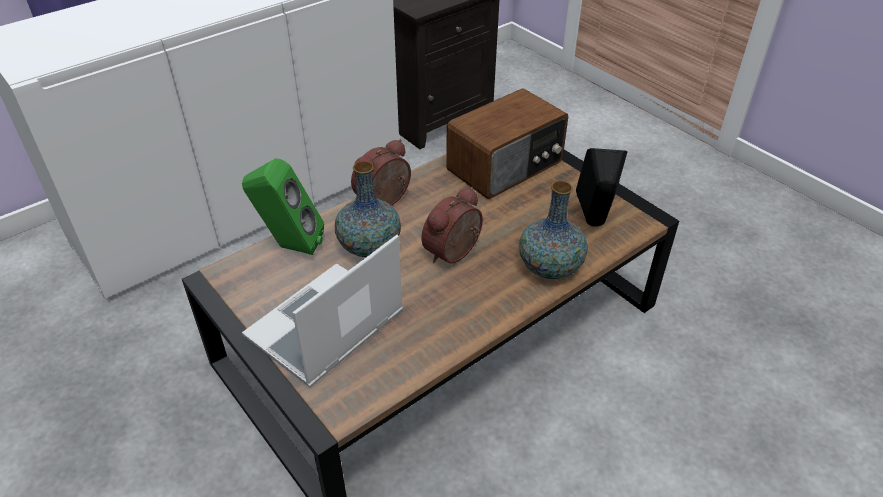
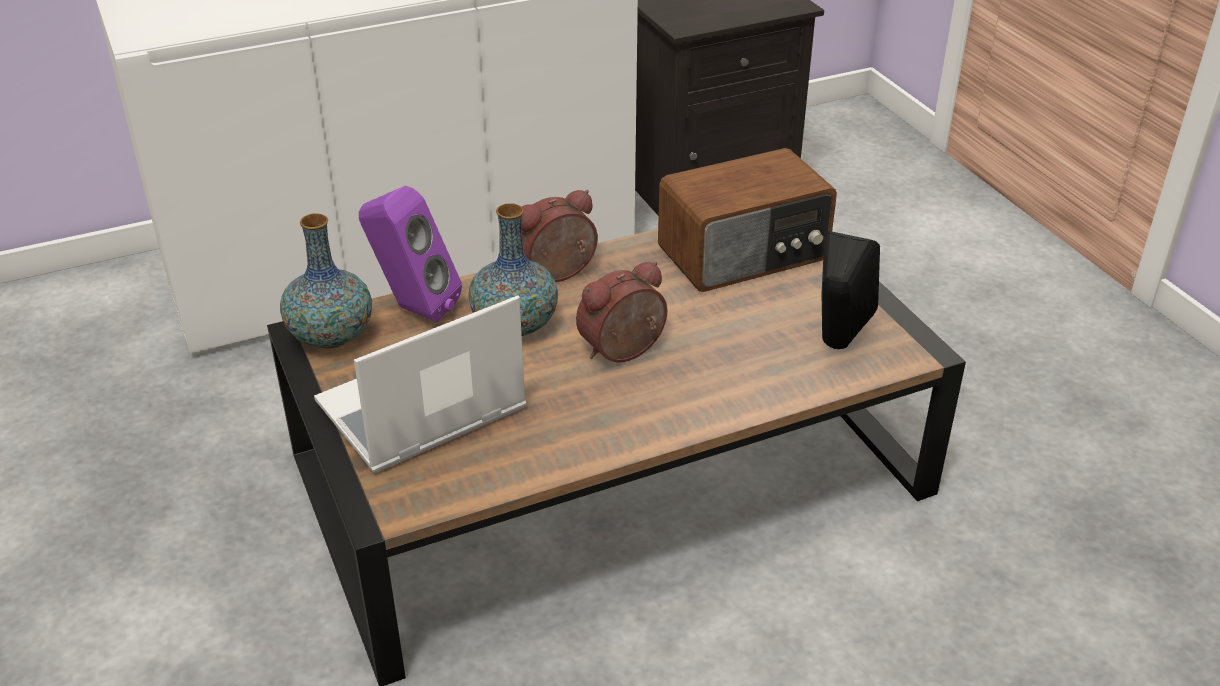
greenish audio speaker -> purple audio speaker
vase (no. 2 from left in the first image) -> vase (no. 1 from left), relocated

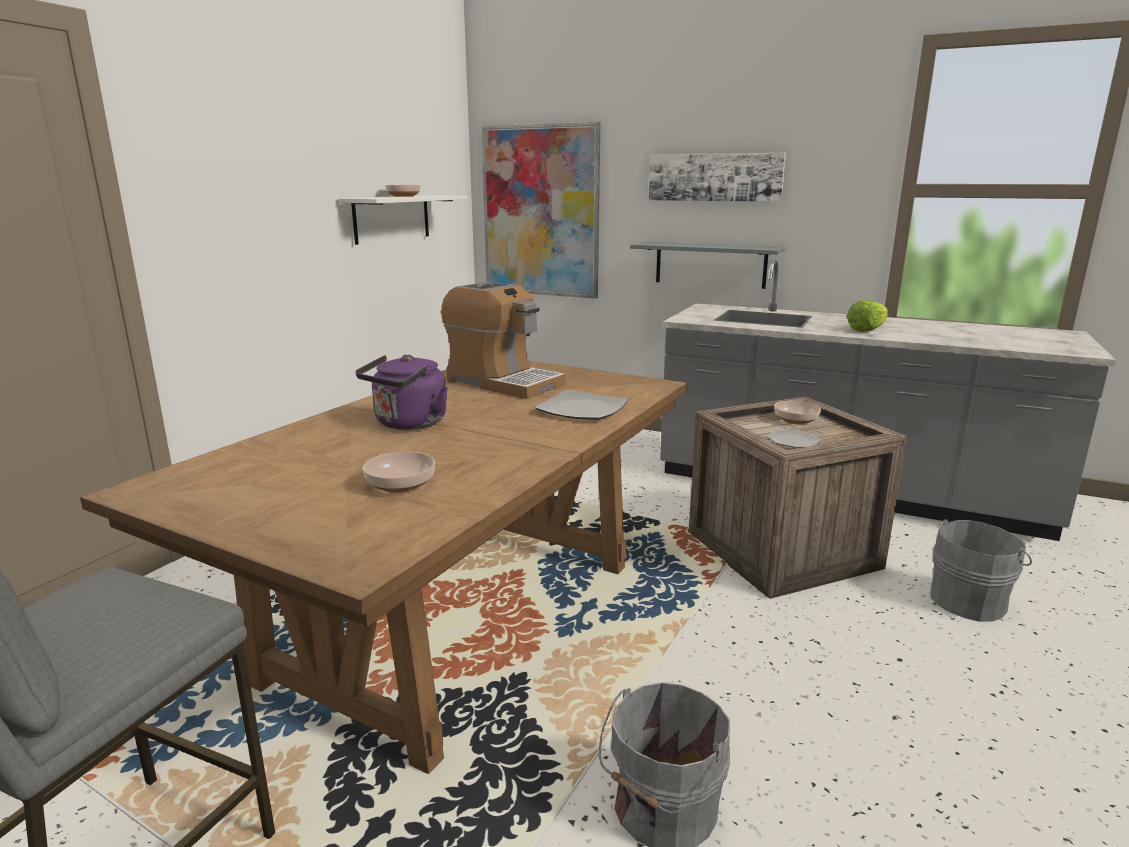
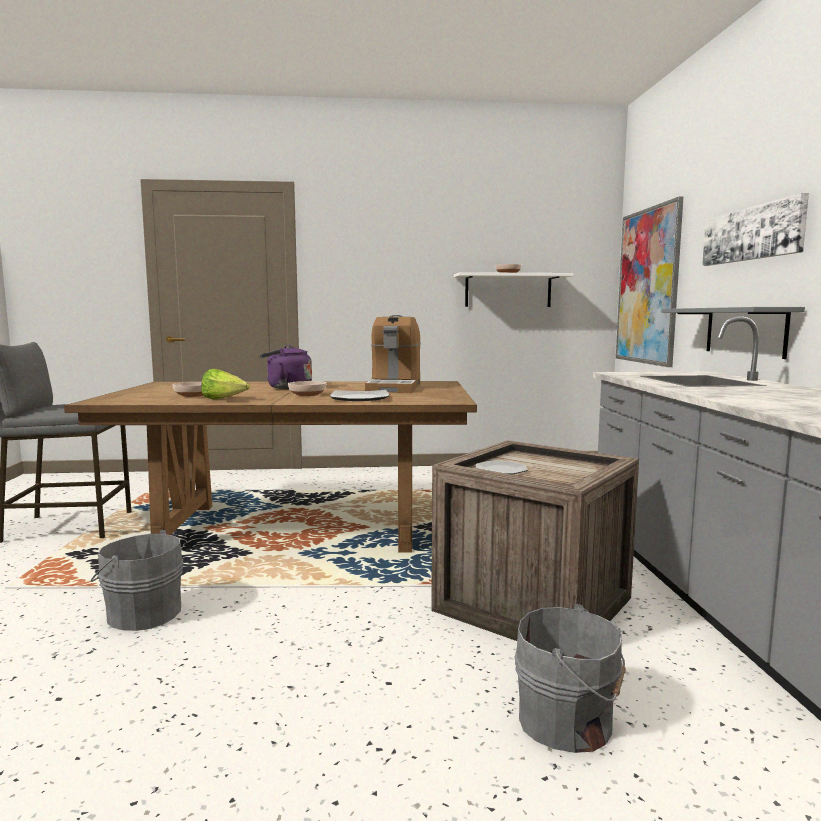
bowl (no. 3 from left in the first image) -> bowl (no. 2 from left), relocated
lettuce head, relocated

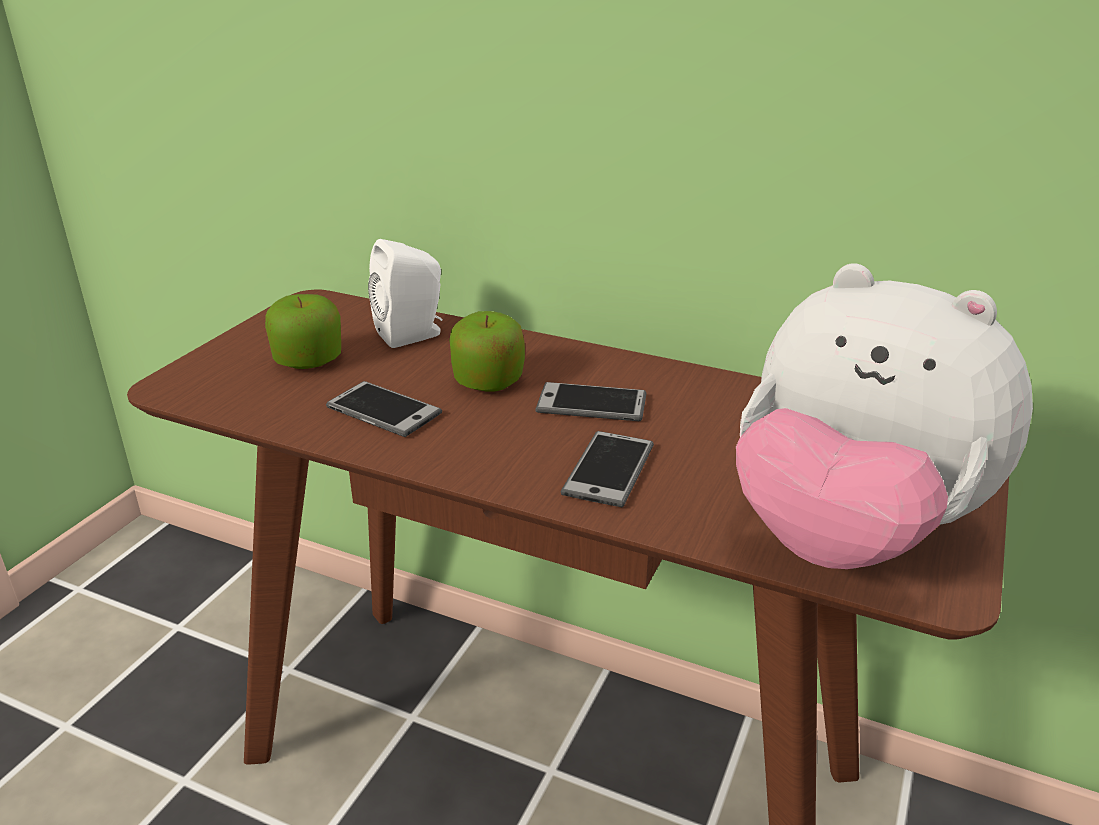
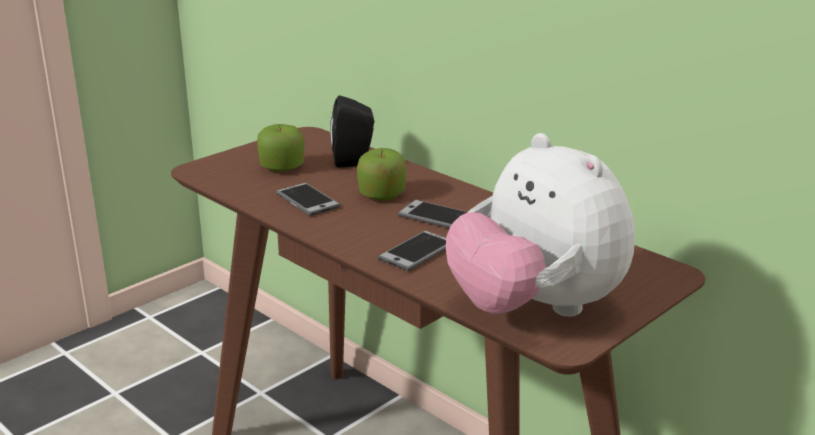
white audio speaker -> blackish audio speaker

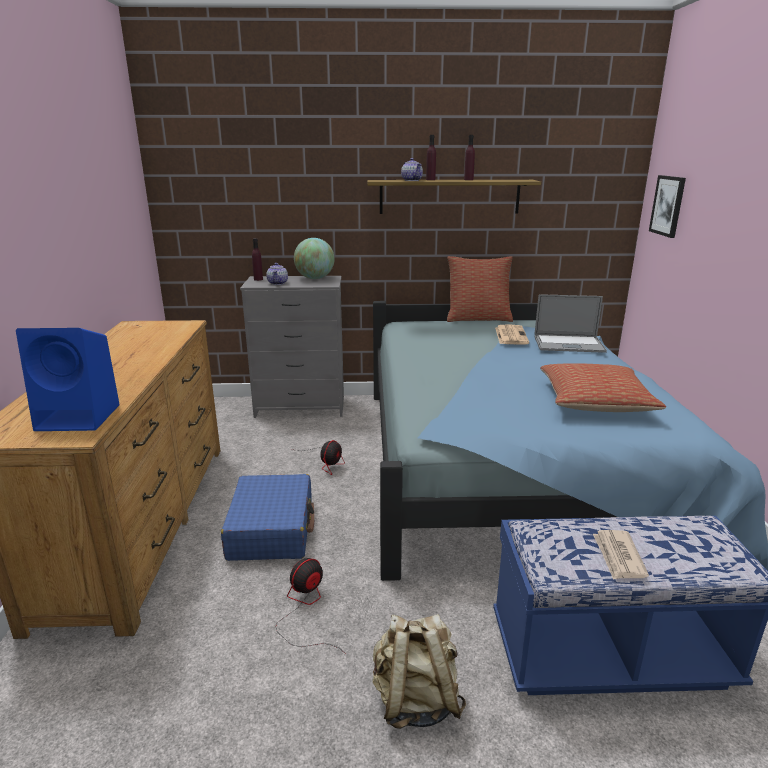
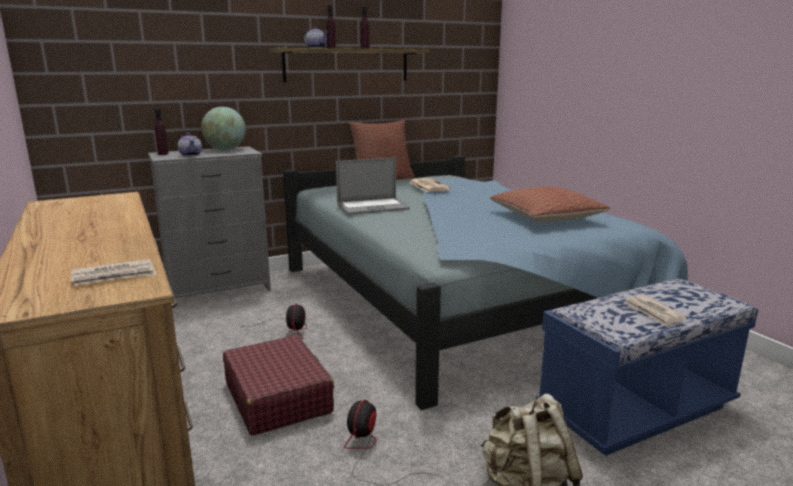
blue audio speaker -> daily paper (no. 1 from left)
blue travel case -> reddish travel case
notebook computer, relocated
picture -> none

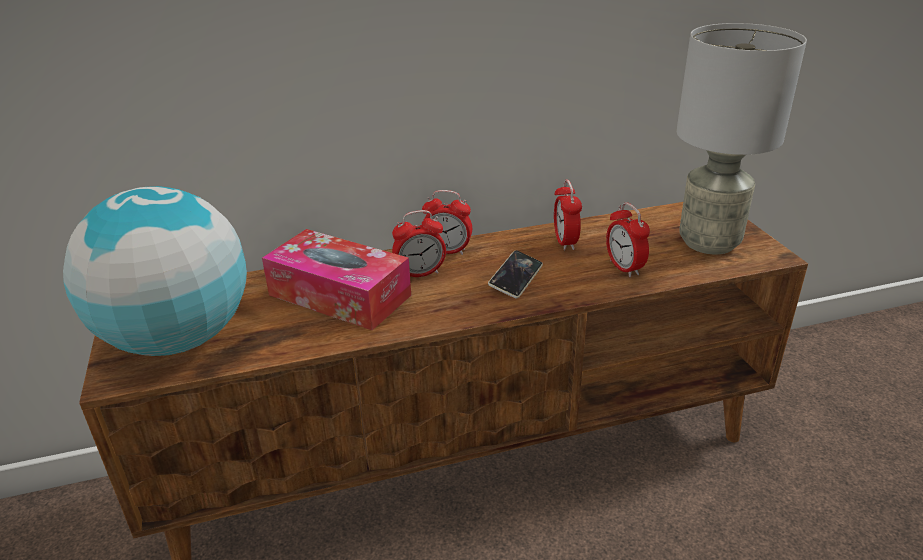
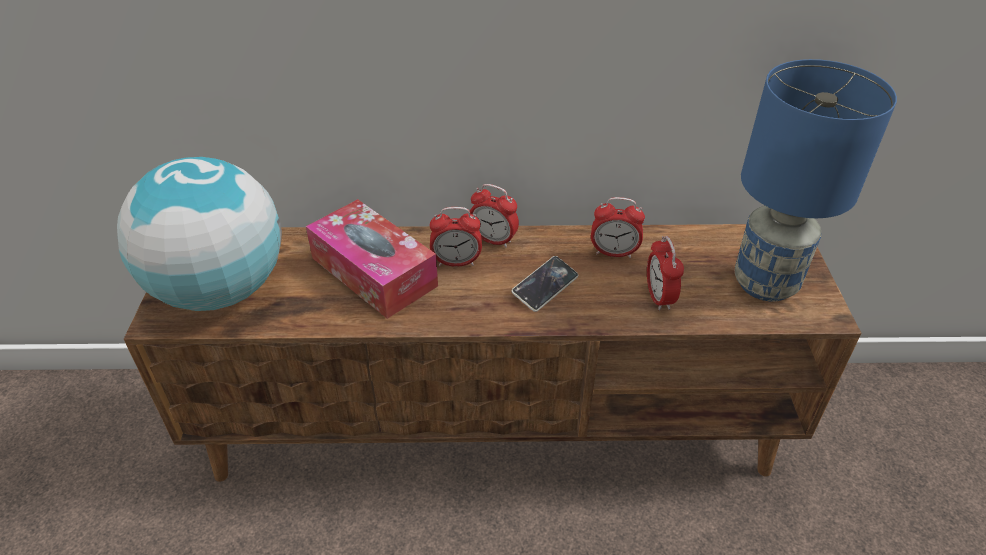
table clock (no. 3 from left), 90 degrees counterclockwise
grey lamp for a table -> blue lamp for a table

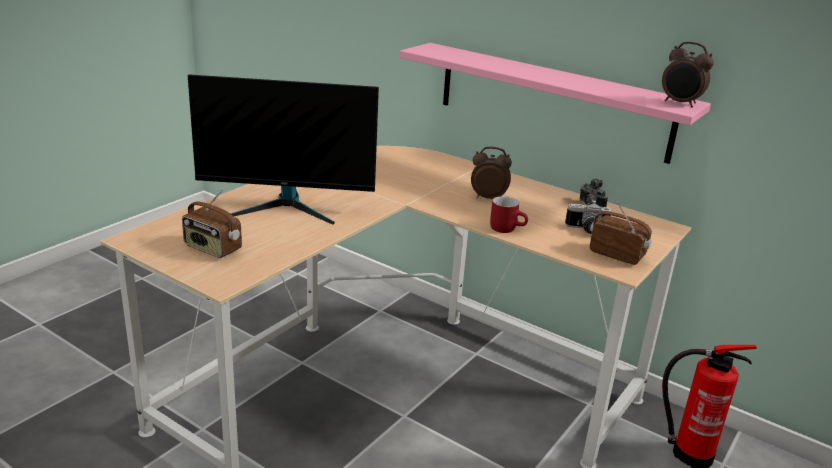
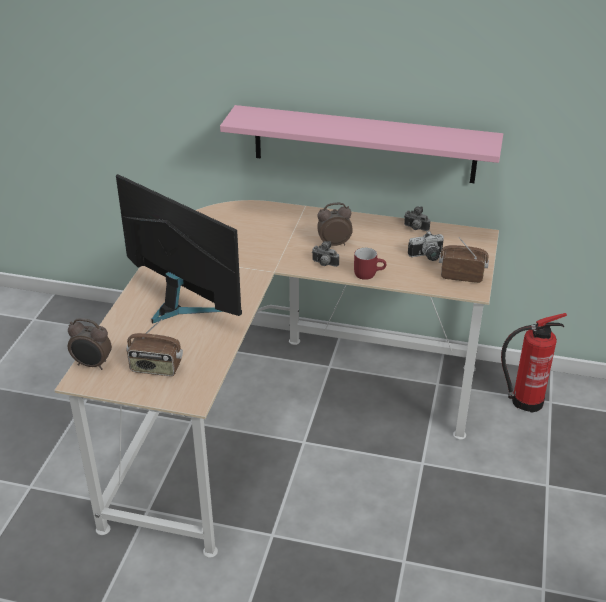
computer display, 120 degrees counterclockwise
table clock (no. 2 from left in the first image) -> table clock (no. 1 from left), relocated
none -> still camera (no. 1 from left)

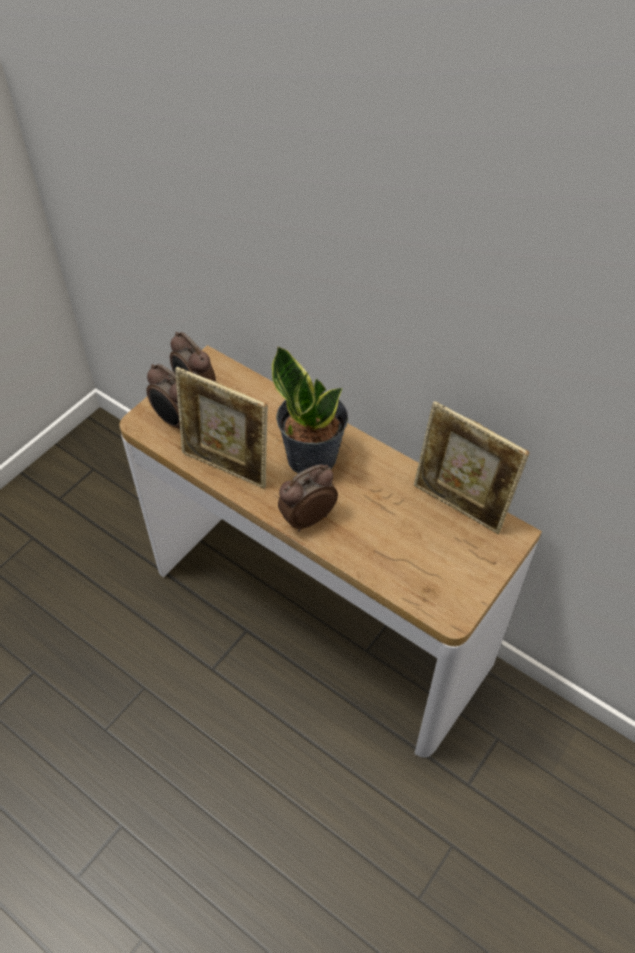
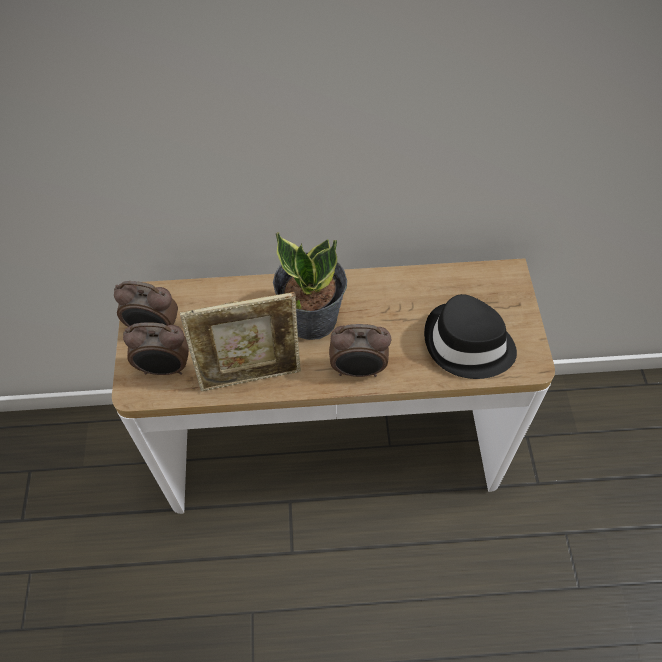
table clock (no. 3 from left), 105 degrees counterclockwise
standing frame (no. 2 from left) -> none
none -> blackish clothing hat

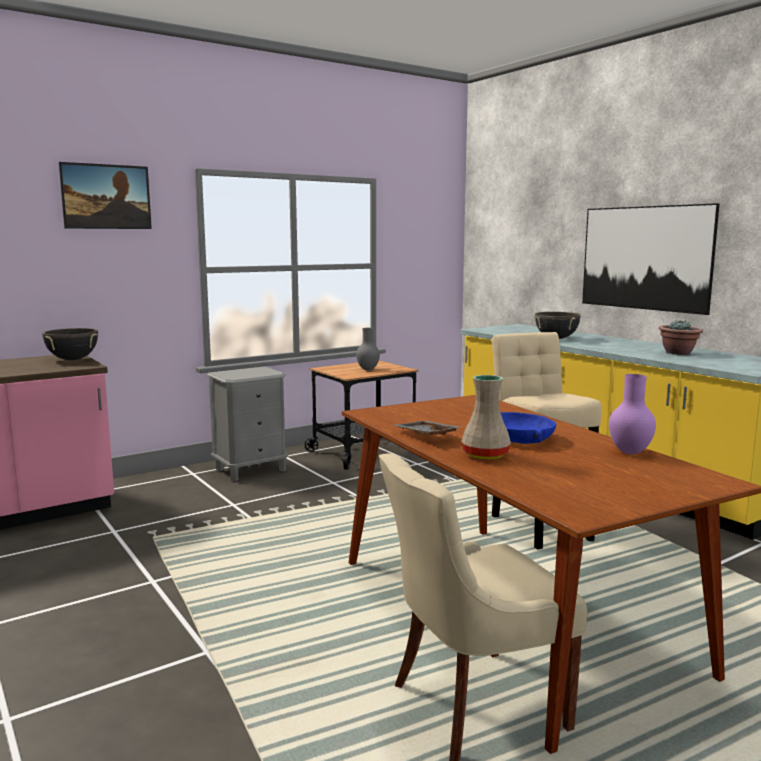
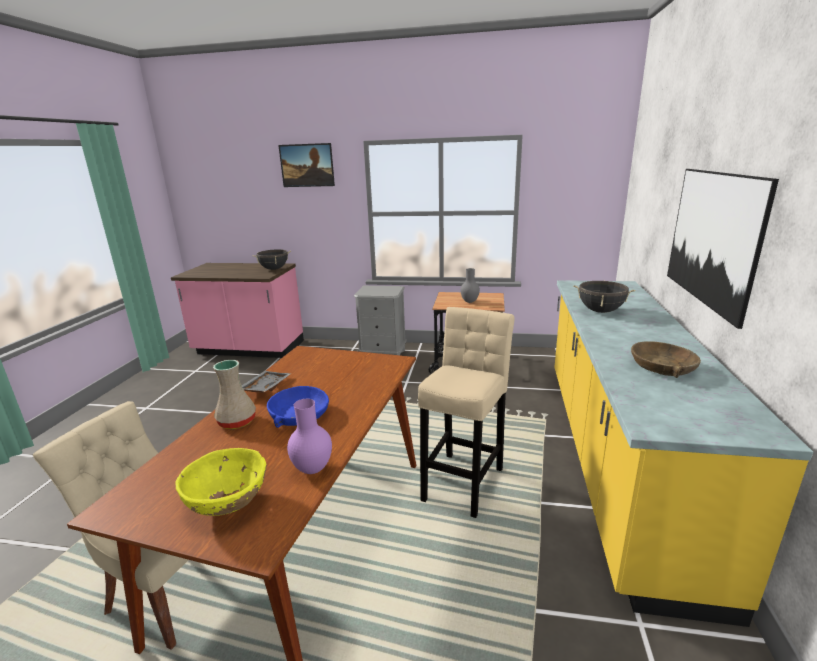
plant in a pot -> brown-coloured bowl
none -> yellow-coloured bowl

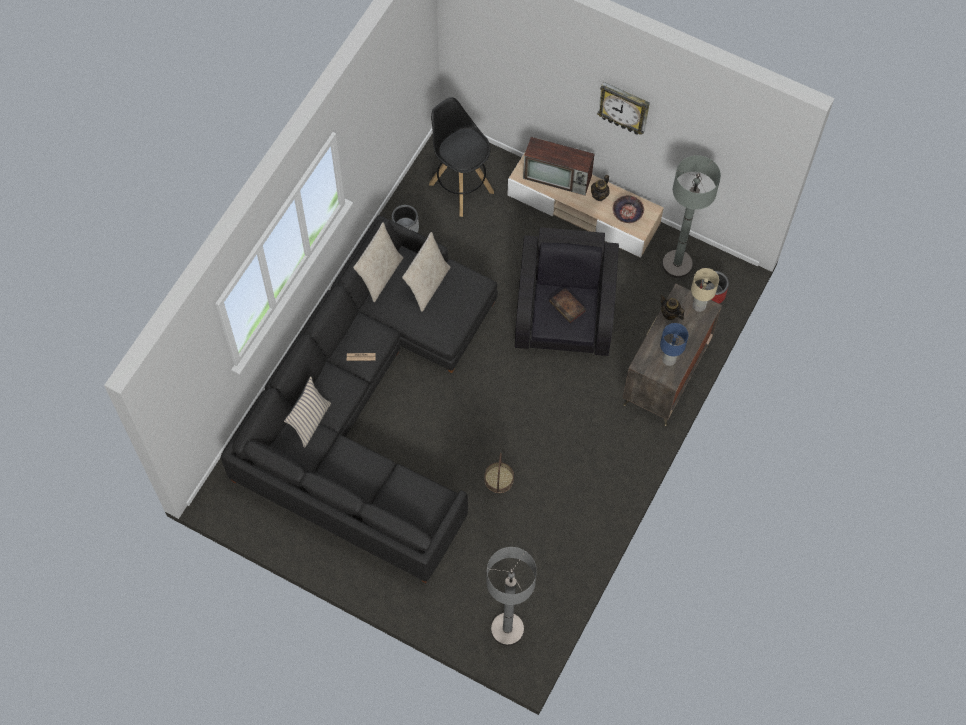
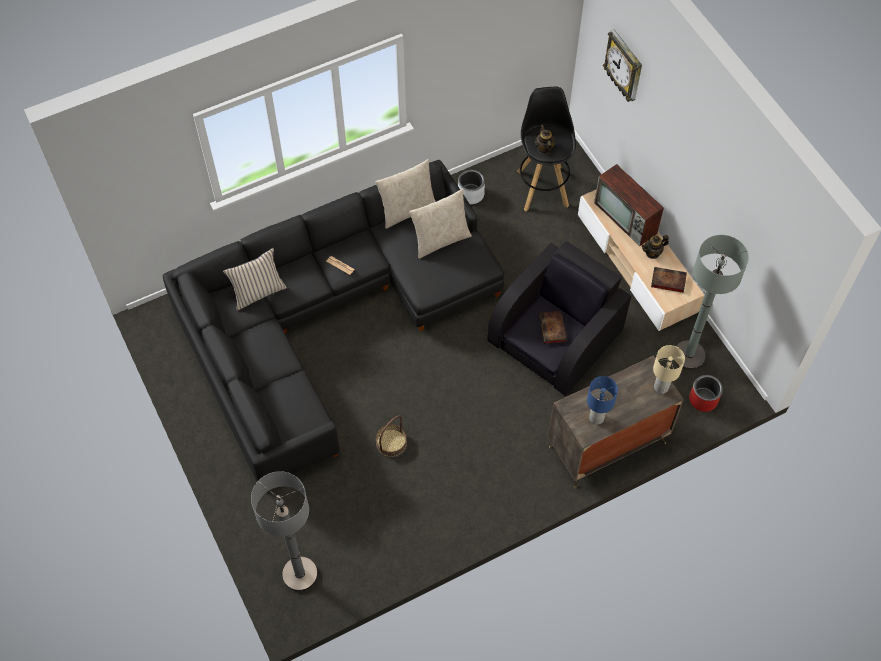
wall clock, relocated
bowl -> bound book (no. 2 from left)
teapot (no. 2 from left in the first image) -> teapot (no. 1 from left), relocated

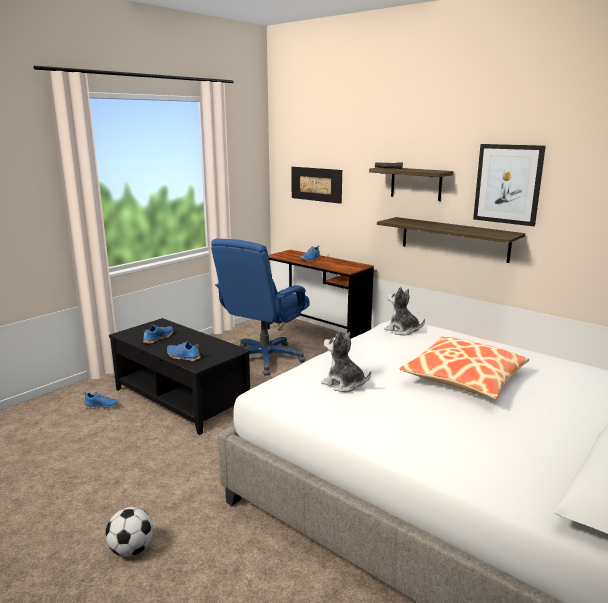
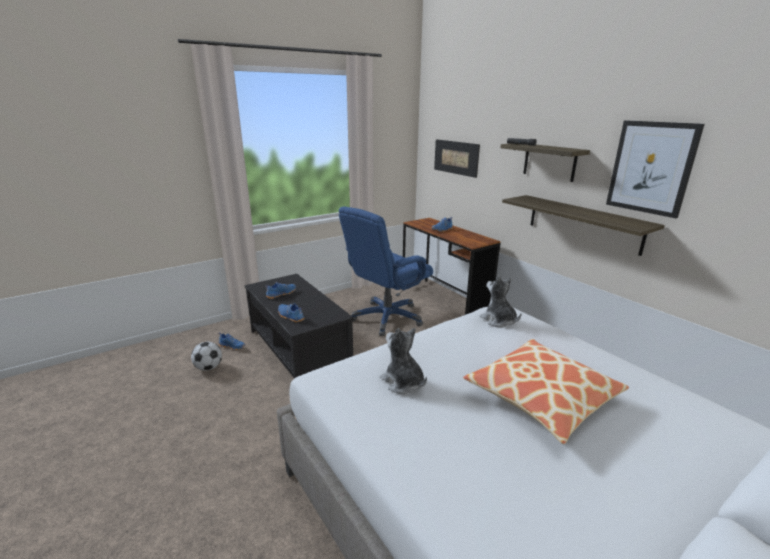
football ball, relocated

